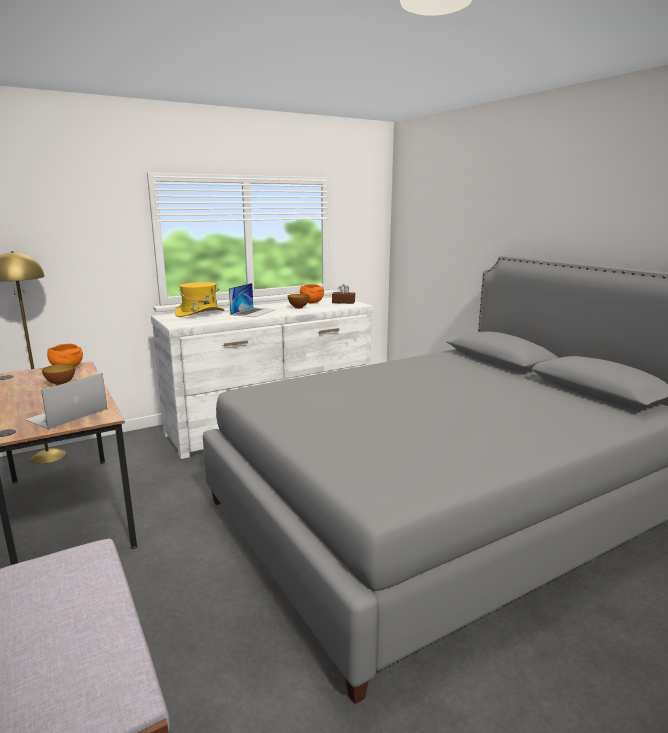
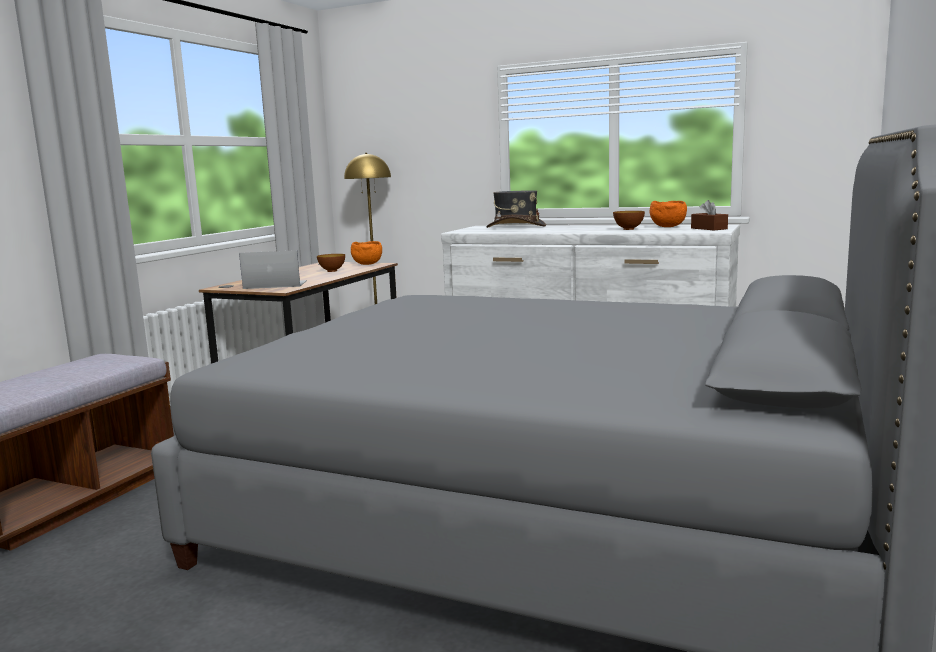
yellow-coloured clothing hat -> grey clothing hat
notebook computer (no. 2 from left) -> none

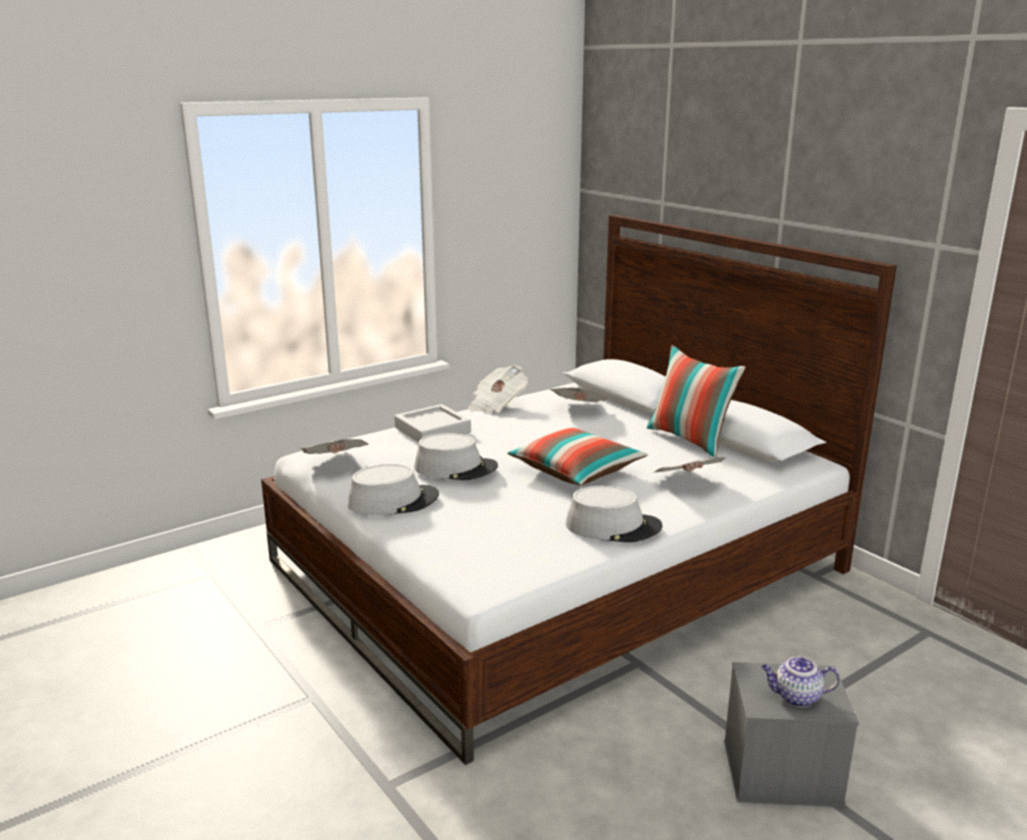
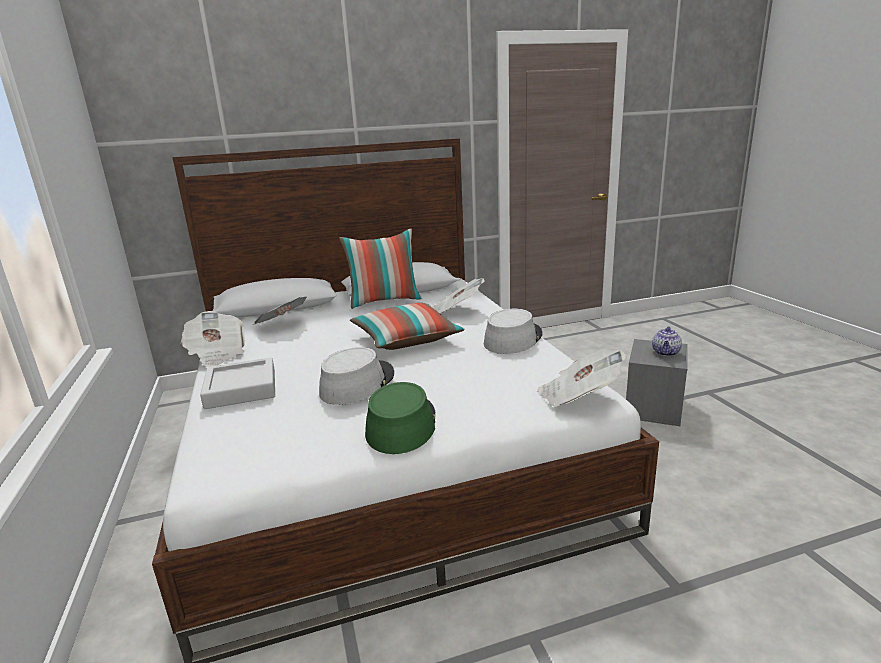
daily paper (no. 1 from left in the first image) -> daily paper (no. 4 from left), relocated
grey clothing hat (no. 1 from left) -> greenish clothing hat

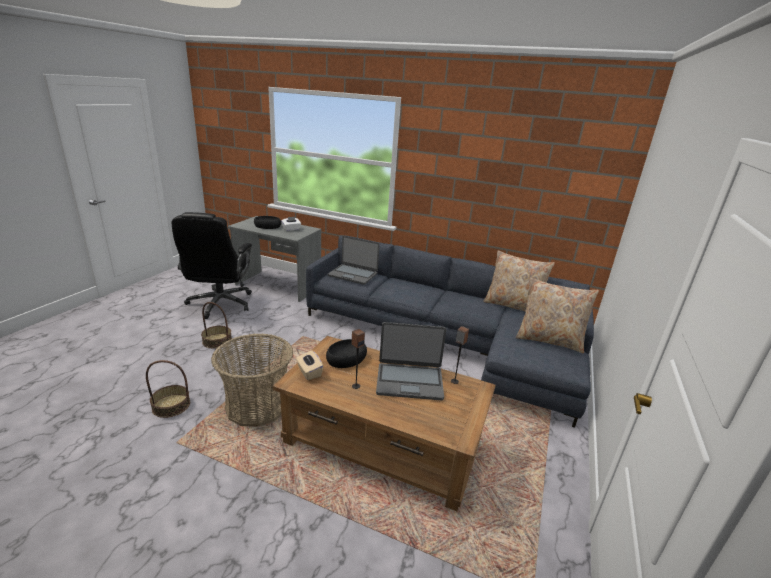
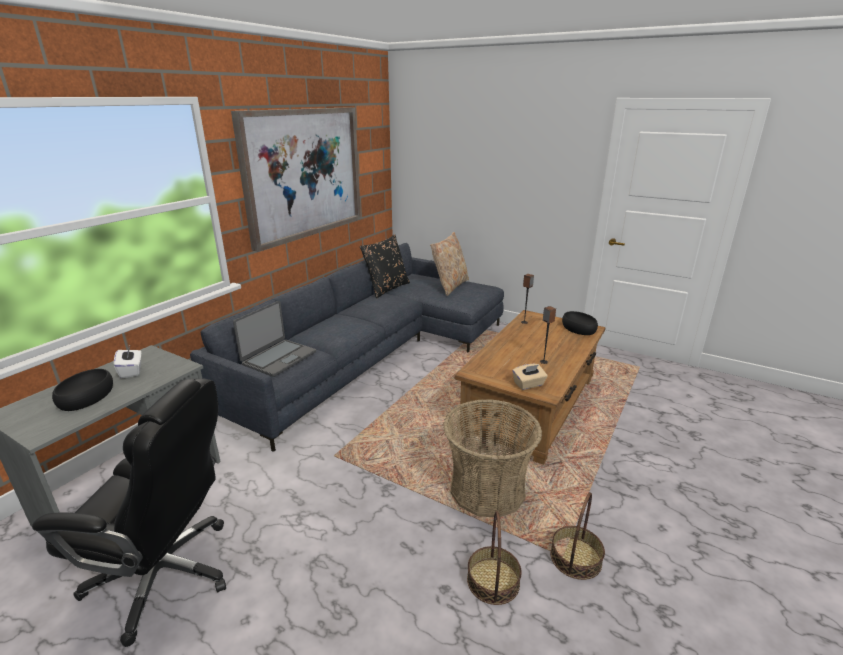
basket (no. 2 from left in the first image) -> basket (no. 3 from left), relocated
blackish bowl (no. 2 from left), relocated
notebook computer (no. 2 from left) -> none
beige cushion (no. 1 from left) -> blackish cushion
none -> picture

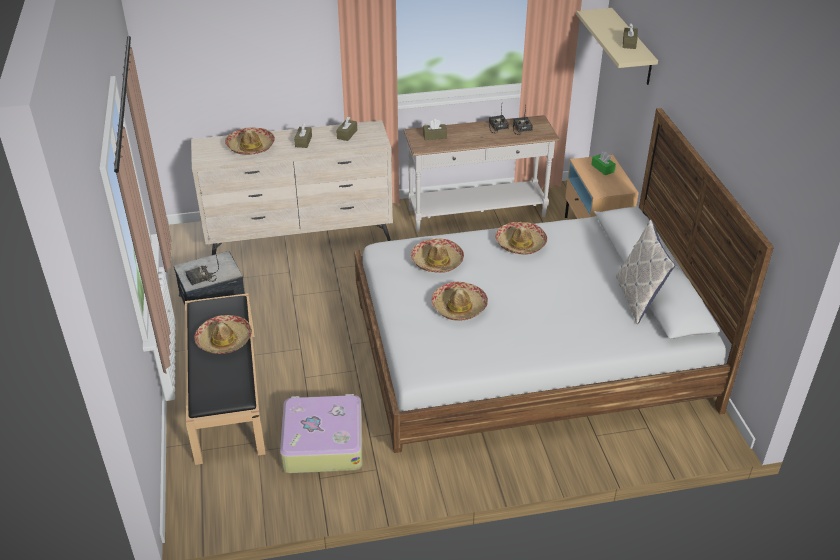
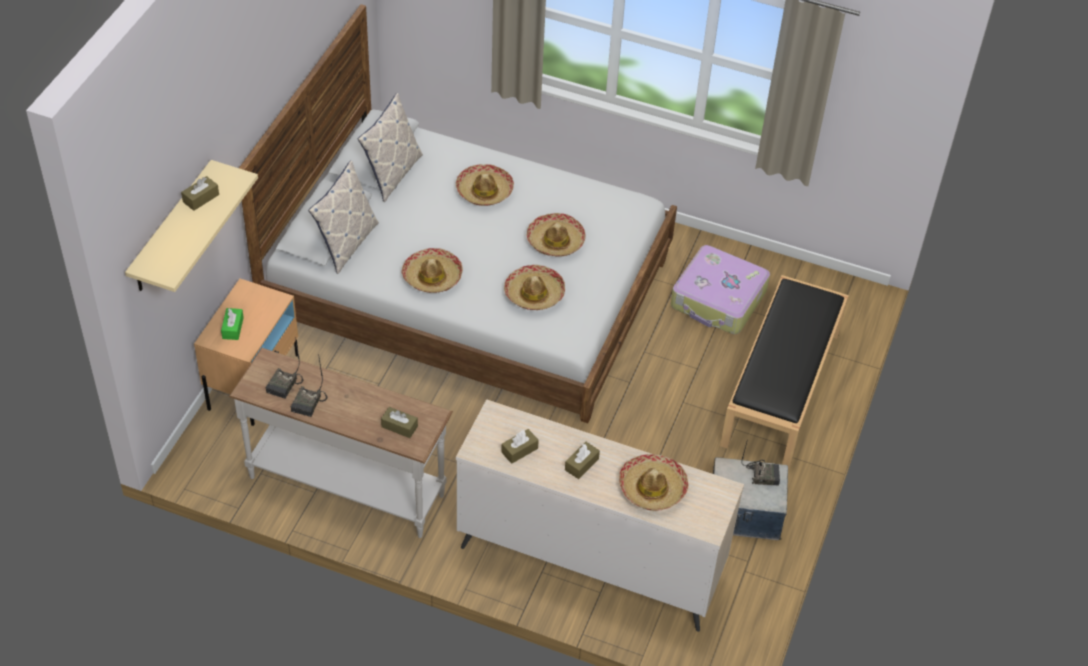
clothing hat (no. 1 from left in the first image) -> clothing hat (no. 2 from left), relocated
none -> cushion (no. 1 from left)

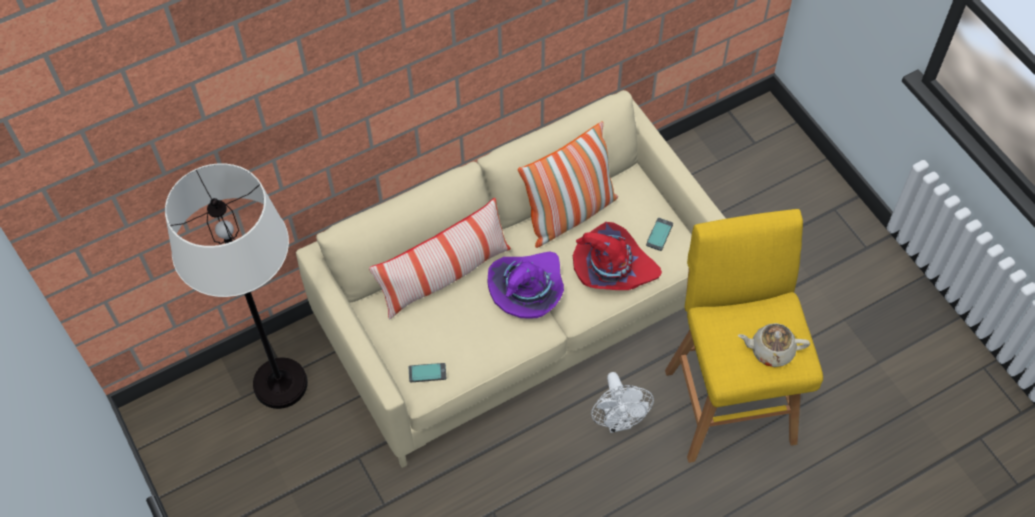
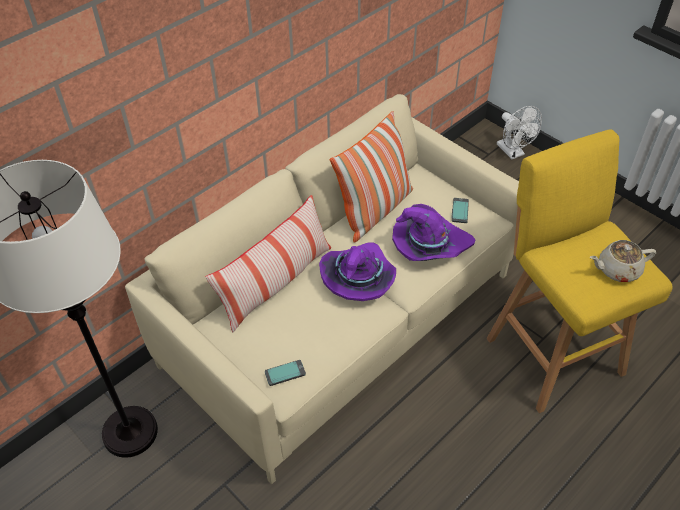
reddish clothing hat -> purple clothing hat (no. 2 from left)
white cooling fan, relocated

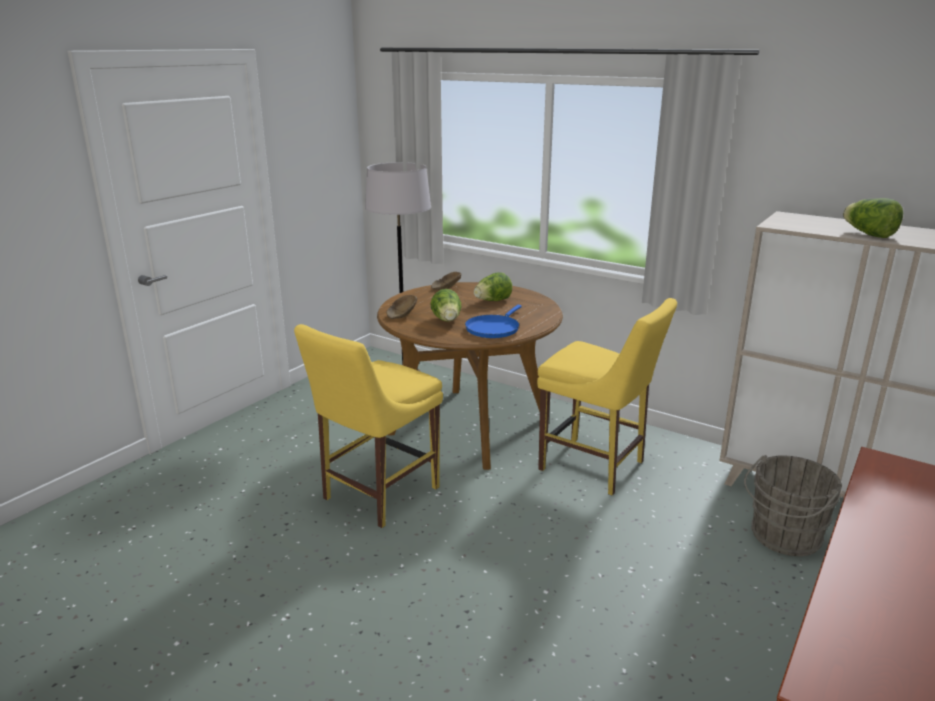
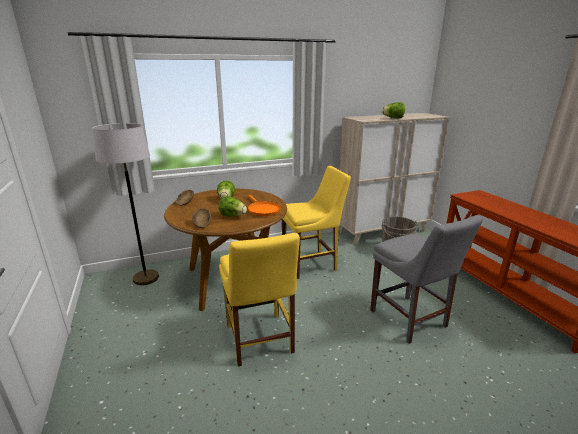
blue skillet -> orangey skillet
none -> grey plain chair

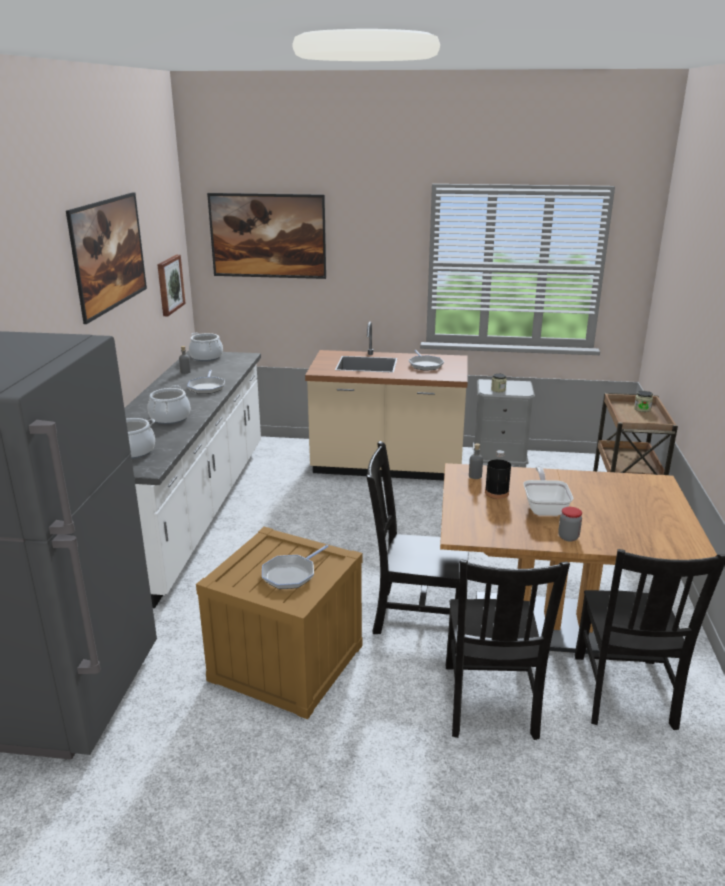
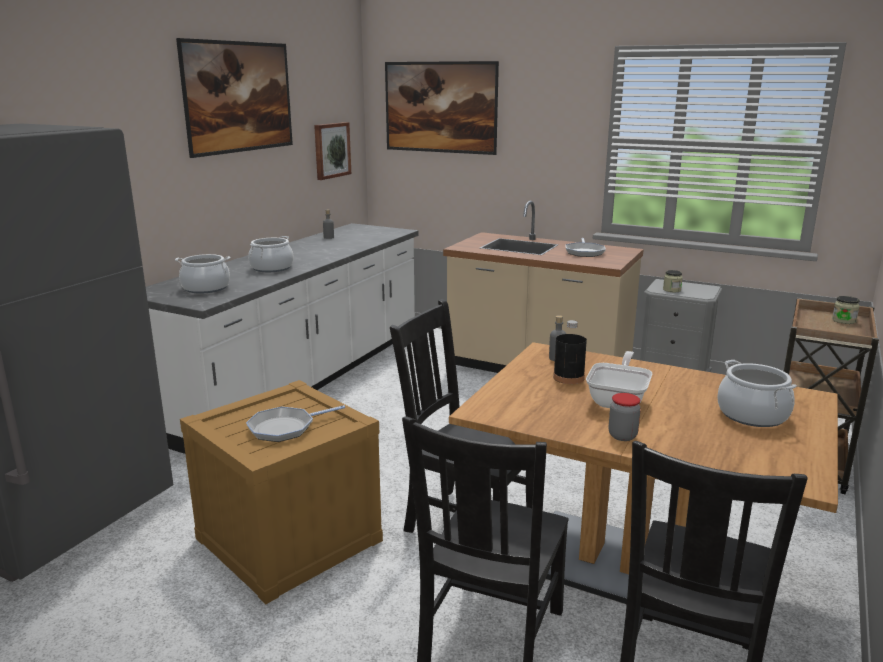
skillet (no. 1 from left) -> none
saucepot (no. 3 from left), relocated

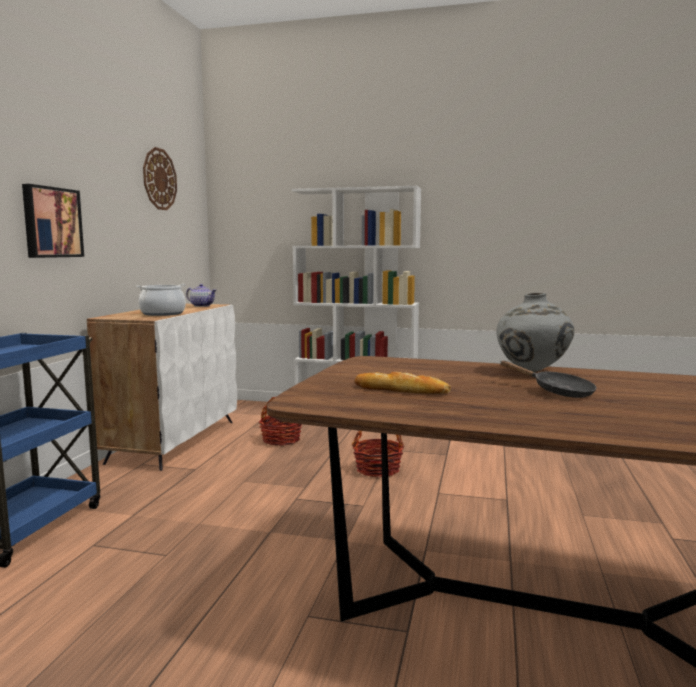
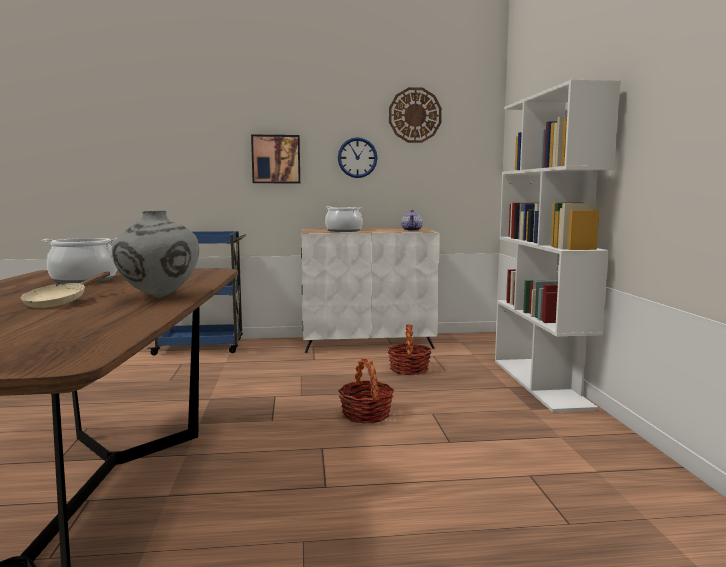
bakery bread -> saucepot (no. 1 from left)
blackish skillet -> beige skillet
none -> wall clock (no. 1 from left)

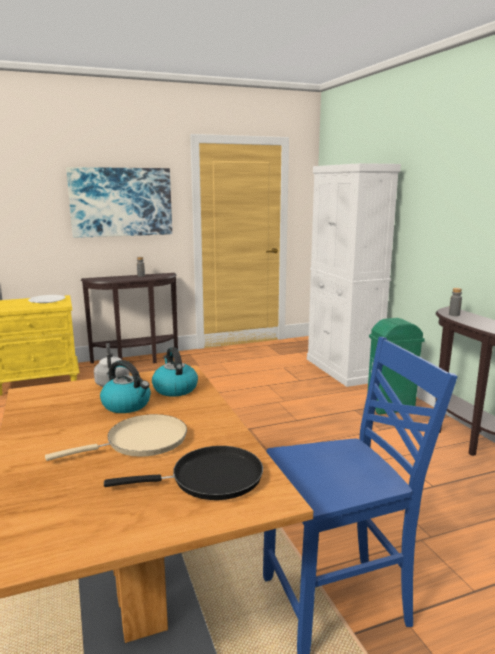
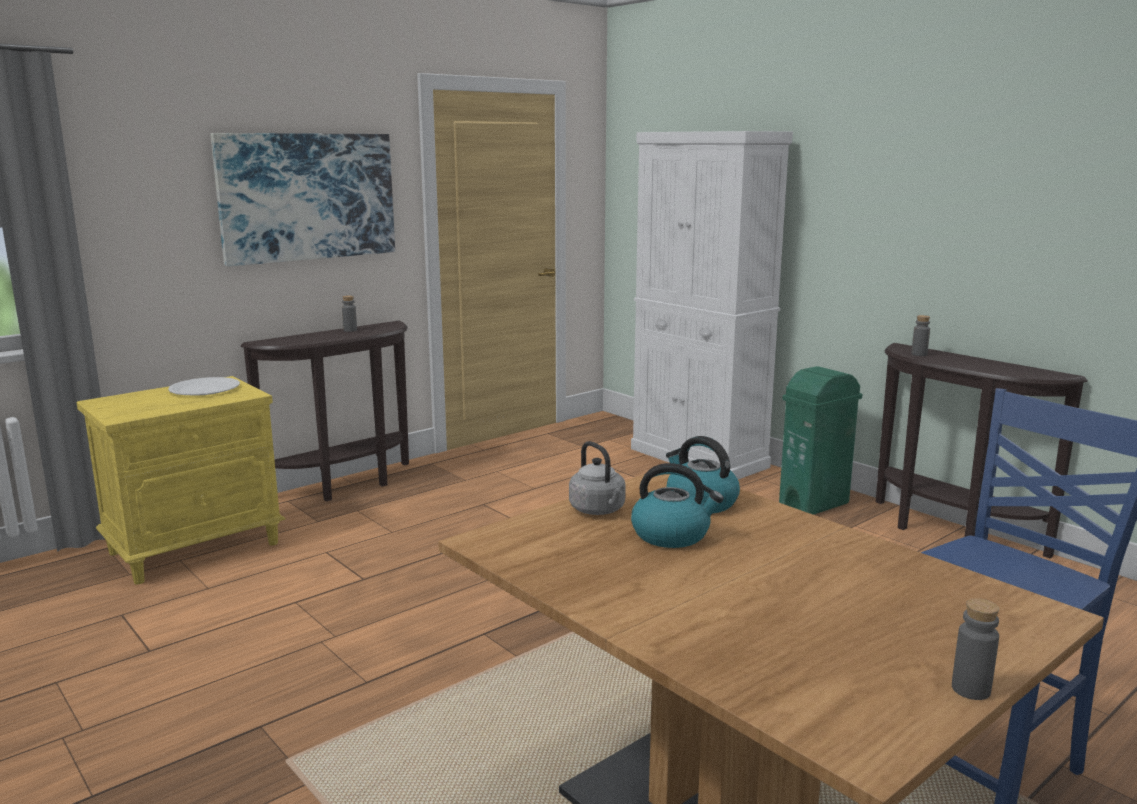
beige skillet -> none
blackish skillet -> none
none -> grey beverage bottle (no. 3 from left)

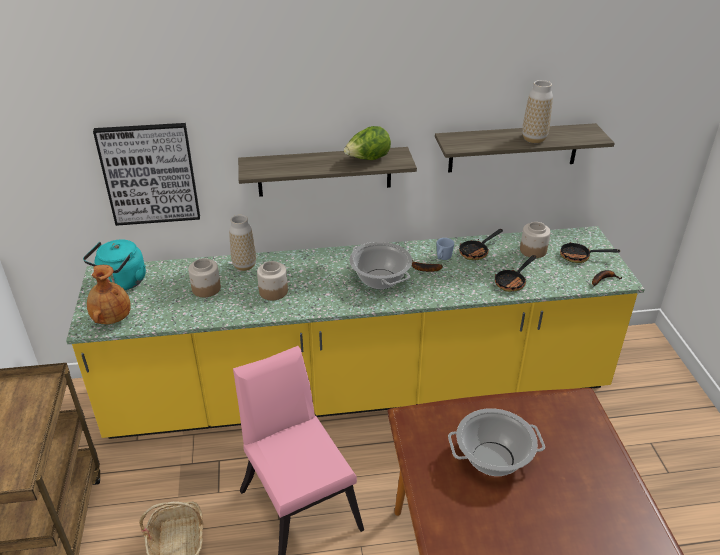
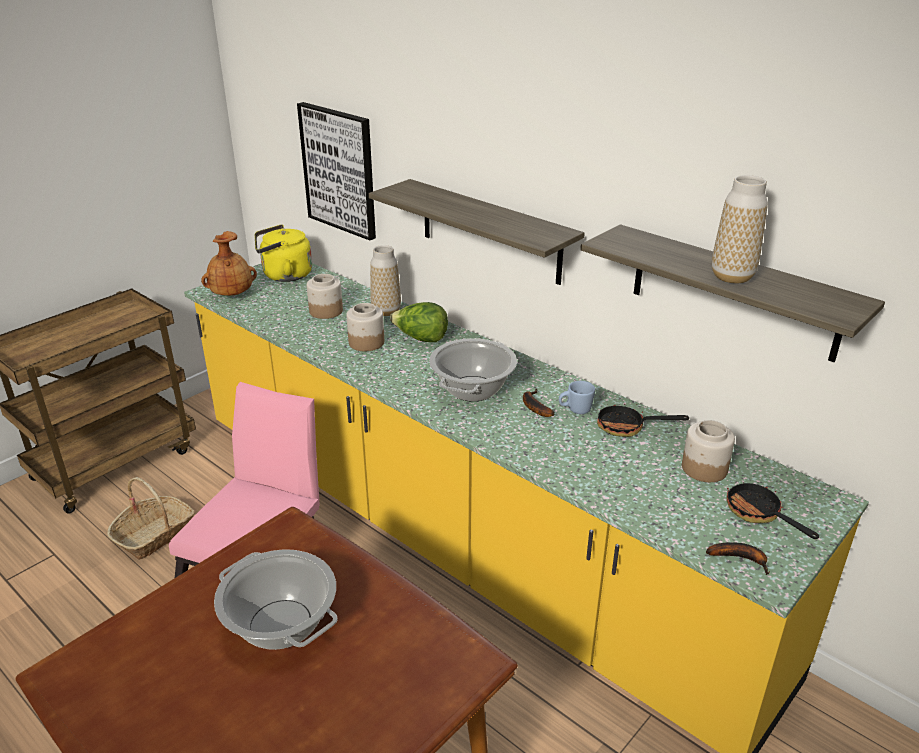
blue-green water kettle -> yellow-coloured water kettle
lettuce head, relocated
skillet (no. 2 from left) -> none

